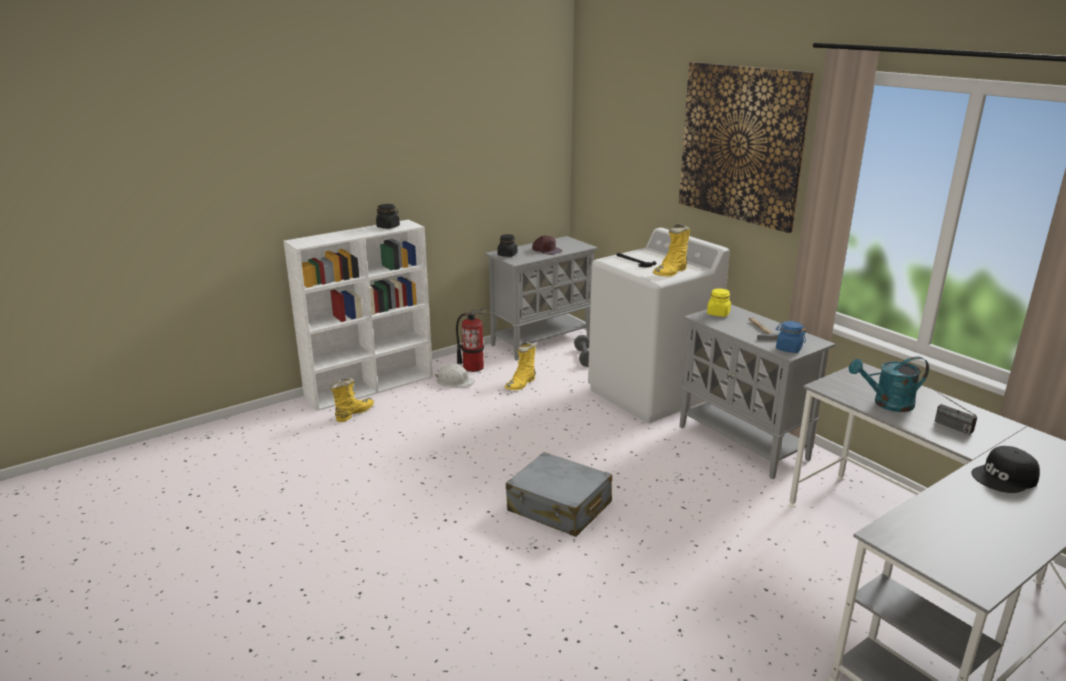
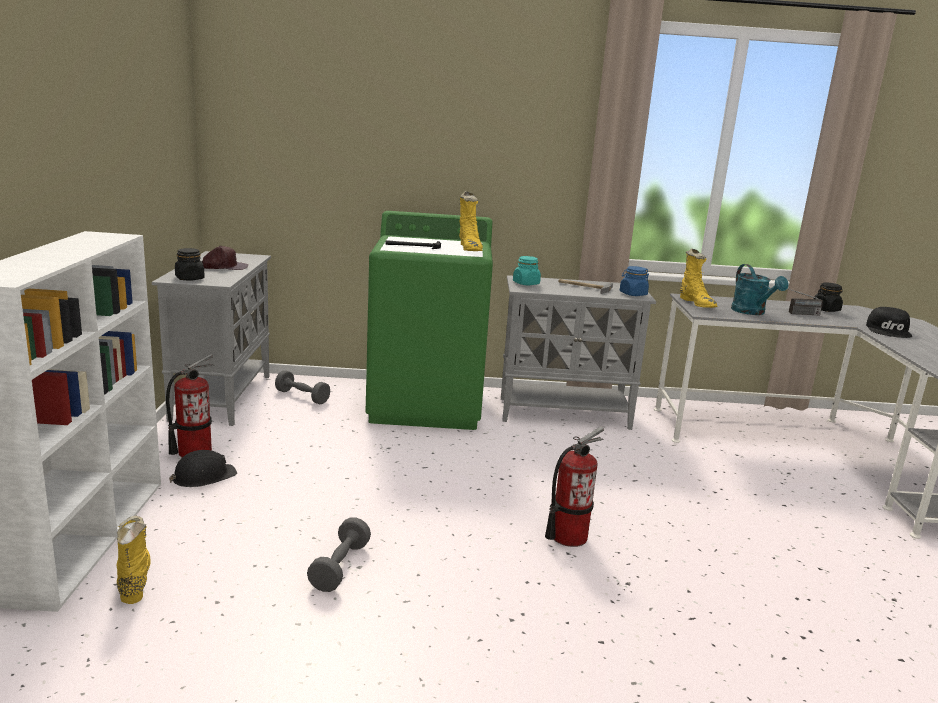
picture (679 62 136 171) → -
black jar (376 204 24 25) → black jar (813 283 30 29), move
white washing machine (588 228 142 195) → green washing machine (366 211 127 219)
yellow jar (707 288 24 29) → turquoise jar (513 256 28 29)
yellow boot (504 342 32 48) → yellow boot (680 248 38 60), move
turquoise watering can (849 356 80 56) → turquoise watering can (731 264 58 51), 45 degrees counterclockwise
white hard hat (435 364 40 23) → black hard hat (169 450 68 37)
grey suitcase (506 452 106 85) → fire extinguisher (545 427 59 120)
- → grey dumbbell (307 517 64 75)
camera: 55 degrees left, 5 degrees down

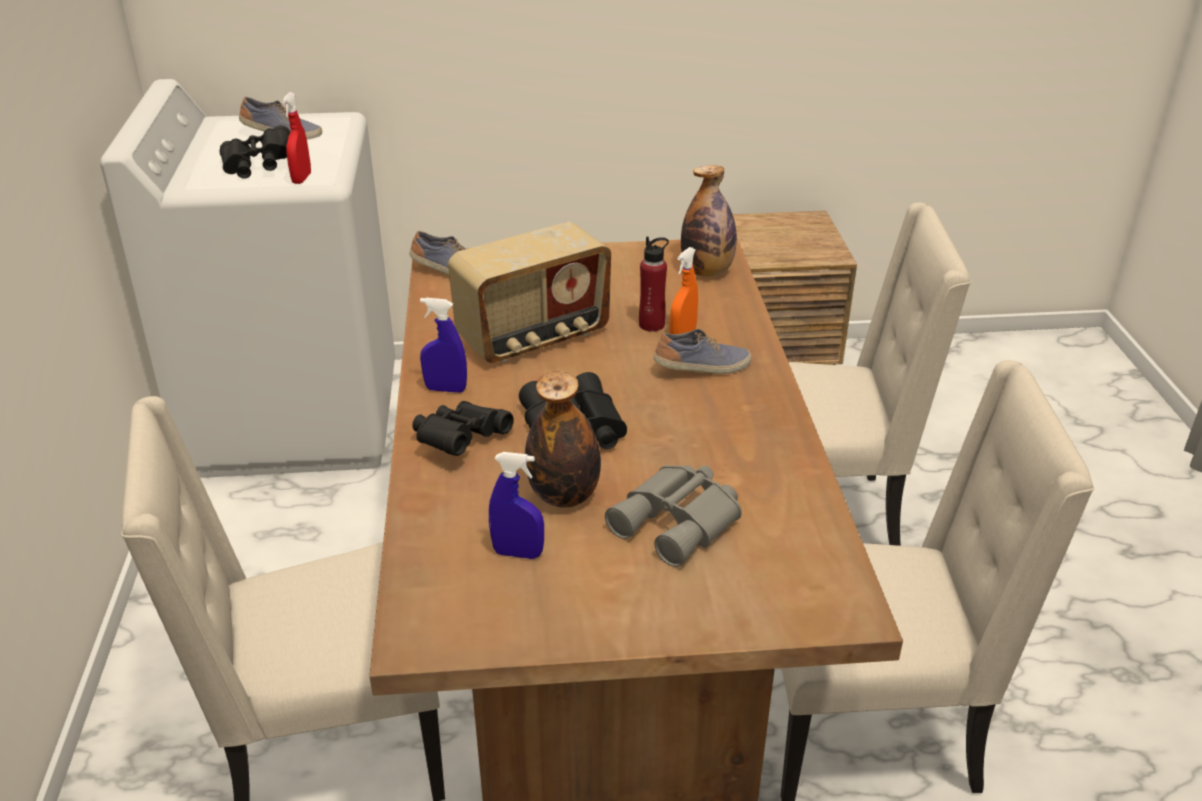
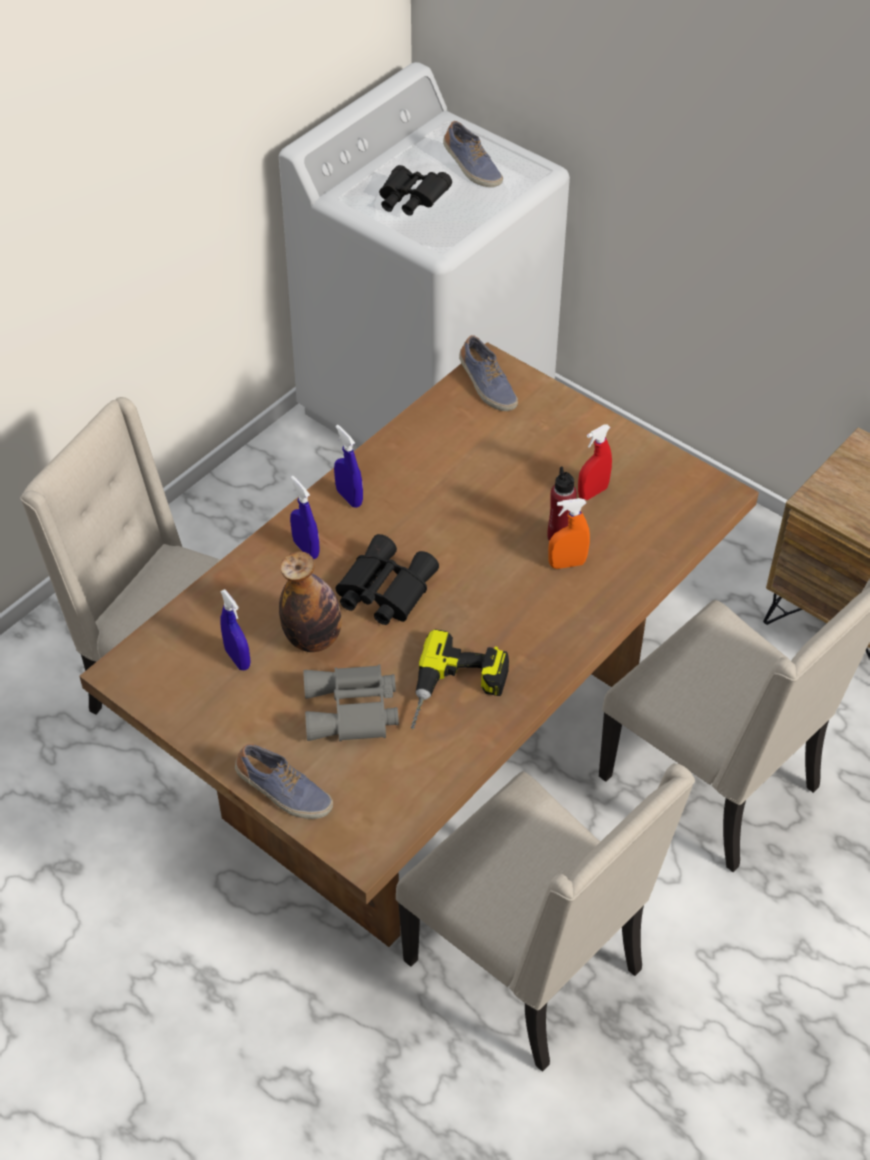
red spray bottle (282 92 29 92) → red spray bottle (578 424 34 76), move
bottle (681 165 56 112) → -
radio (448 222 163 141) → -
shoe (653 329 98 45) → shoe (235 744 98 75), move
black binoculars (412 401 102 55) → blue spray bottle (290 476 30 83)
- → power drill (410 629 99 100)
camera: 45 degrees right, 15 degrees up

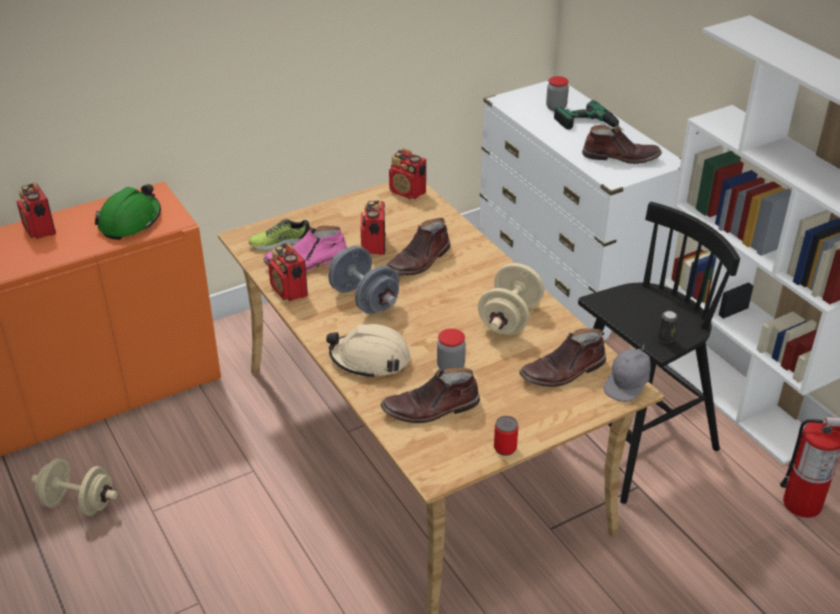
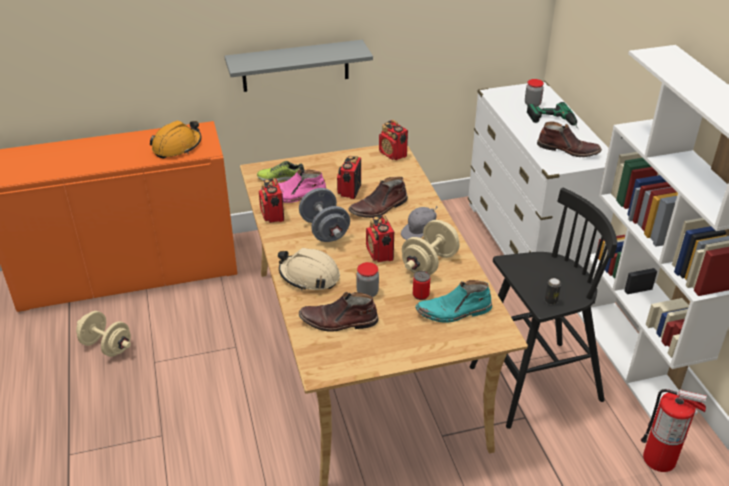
radio (17 183 39 56) → radio (366 215 28 47), move
green hard hat (95 184 66 56) → orange hard hat (150 121 51 38)
brown boot (519 328 87 59) → turquoise boot (415 280 77 43)
grey cap (604 344 47 58) → grey cap (401 205 36 35), move
can (494 416 24 40) → can (413 271 17 29), move
- → grey shelf (225 40 148 52)
camera: 15 degrees right, 0 degrees up

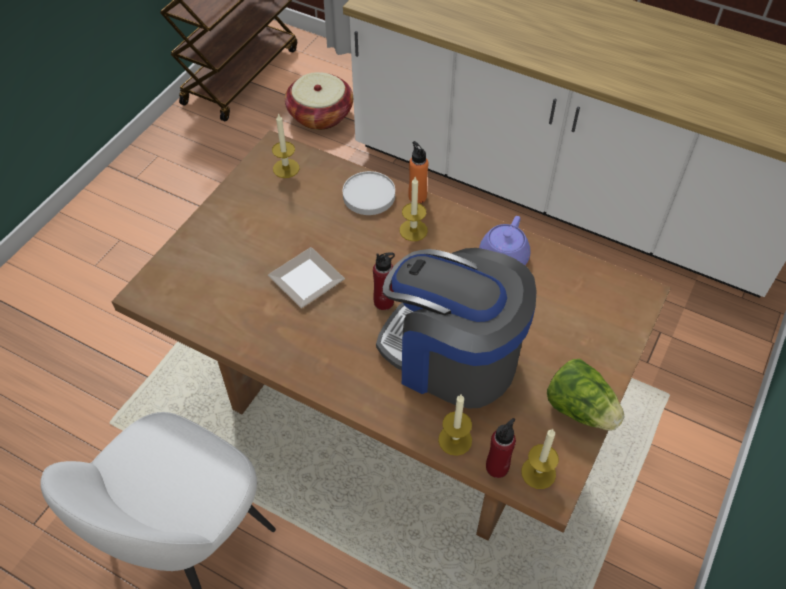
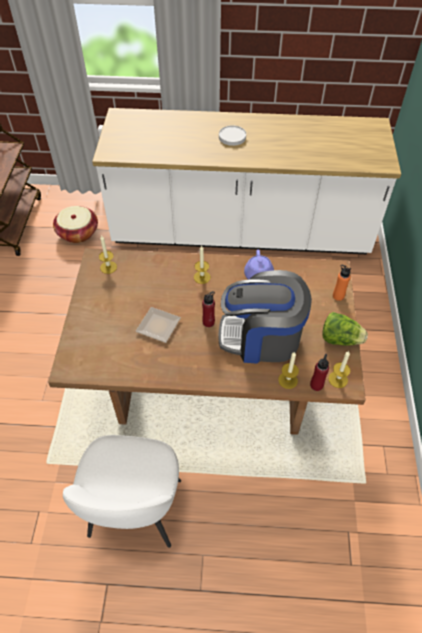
orange bottle (408 141 20 63) → orange bottle (333 265 18 36), move
white plate (343 171 52 44) → white plate (219 125 27 21), move
camera: 25 degrees left, 0 degrees up

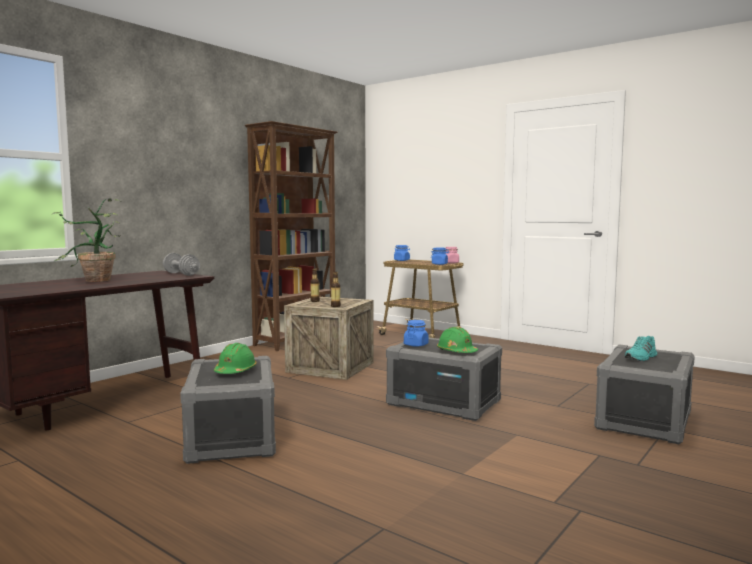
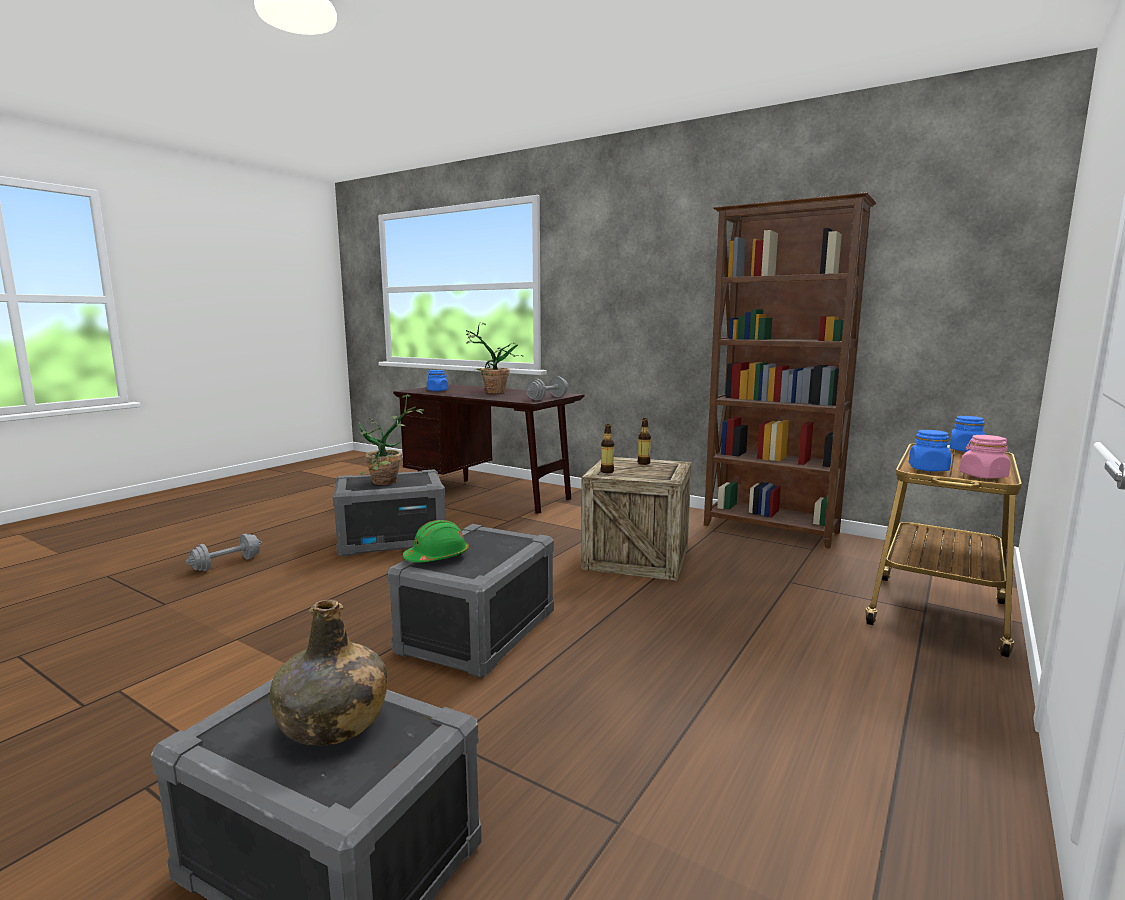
blue jar (404 320 25 27) → blue jar (427 370 21 21), move
turquoise shoe (625 336 32 25) → green bottle (270 599 117 147)
green hard hat (214 343 43 31) → potted plant (359 395 65 90)
- → grey dumbbell (186 534 76 37)
camera: 85 degrees right, 5 degrees up

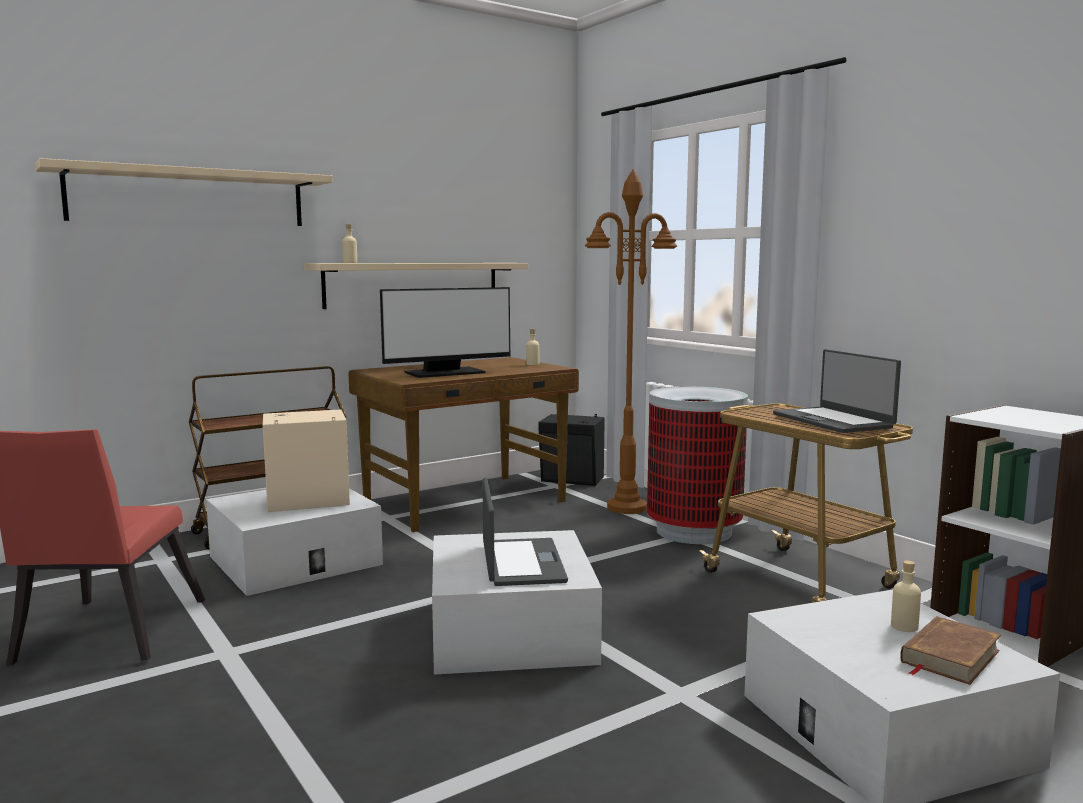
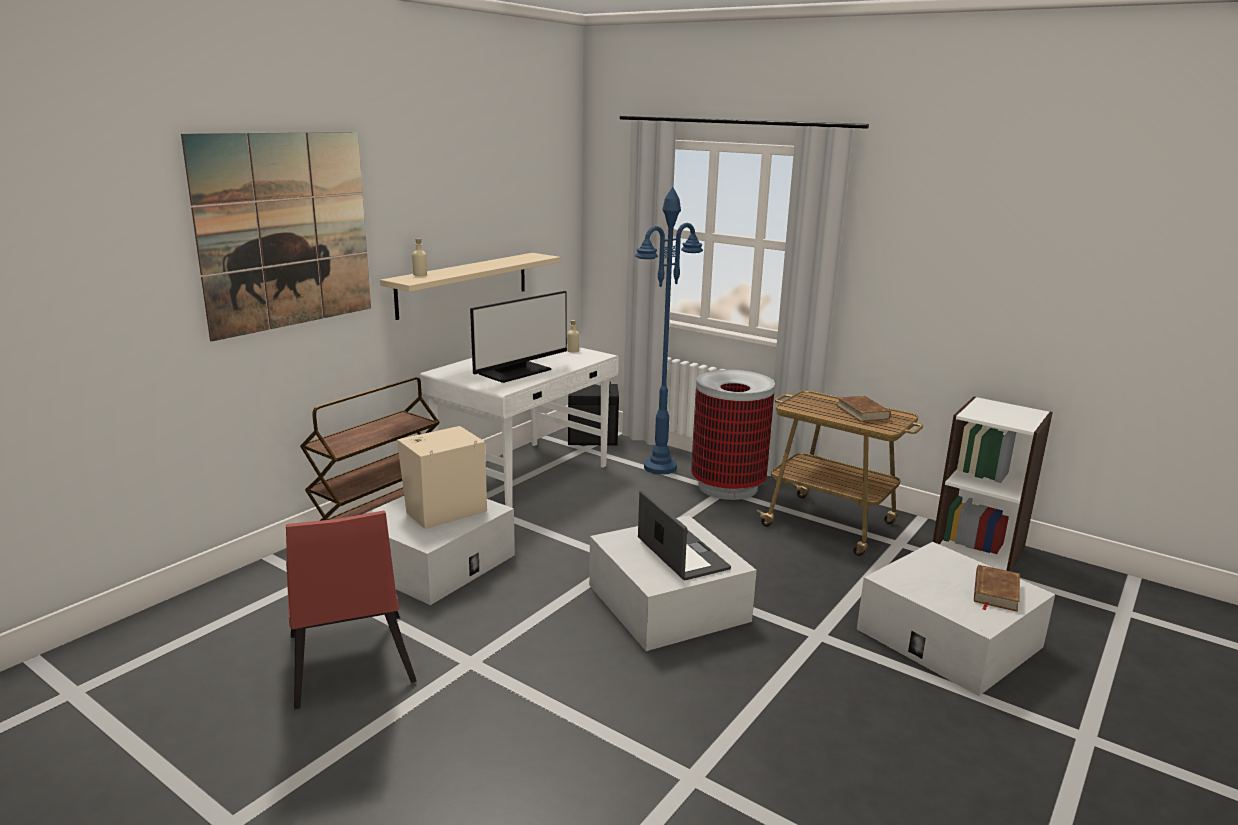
beige shelf (35 158 298 68) → picture (181 132 190 210)
brown floor lamp (585 169 92 345) → blue floor lamp (635 187 68 287)
laptop (773 349 128 84) → brown book (837 396 54 26)
brown desk (348 357 231 175) → white desk (420 347 199 161)
beige bottle (891 560 30 72) → -
camera: 20 degrees left, 10 degrees up

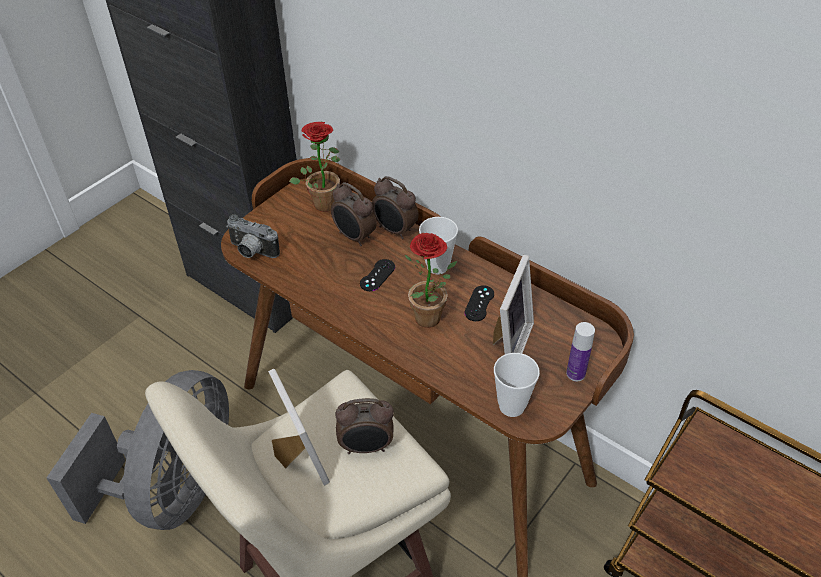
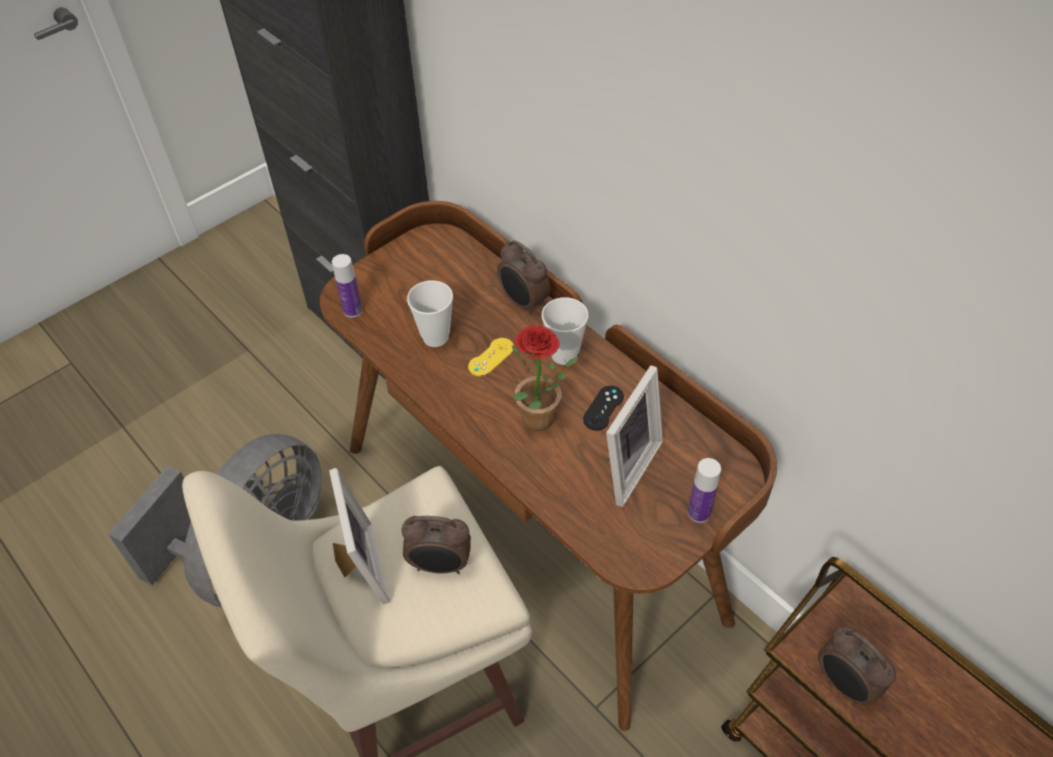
potted plant (289 122 51 90) → -
alarm clock (331 182 46 64) → alarm clock (818 626 78 80), move
photo camera (226 214 54 44) → bottle (332 254 31 64)
black game controller (360 259 35 32) → yellow game controller (468 338 46 39)
cup (494 353 46 64) → cup (407 280 46 67), move
camera: 10 degrees right, 5 degrees up

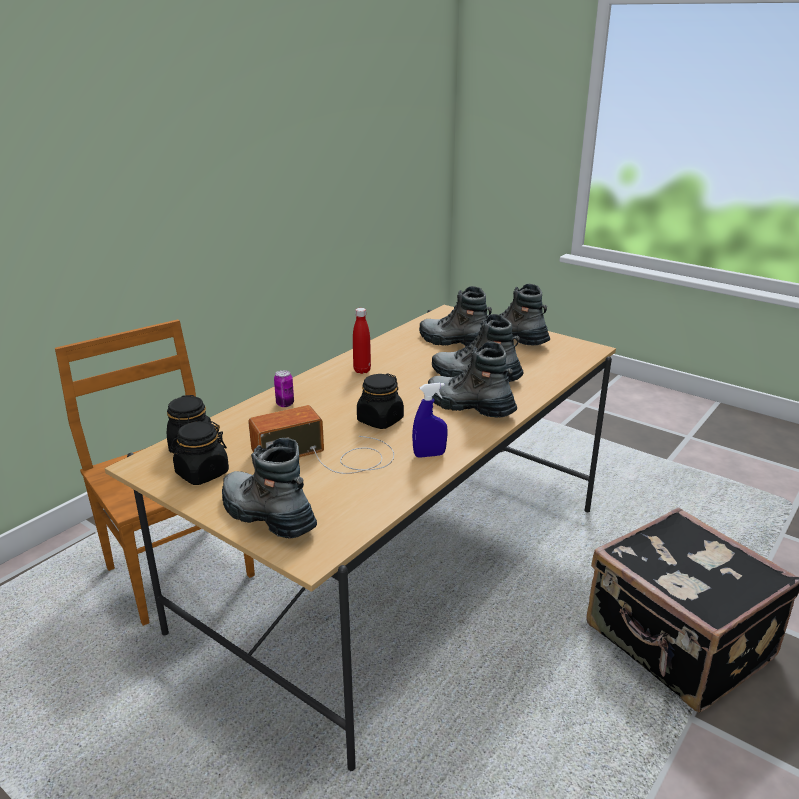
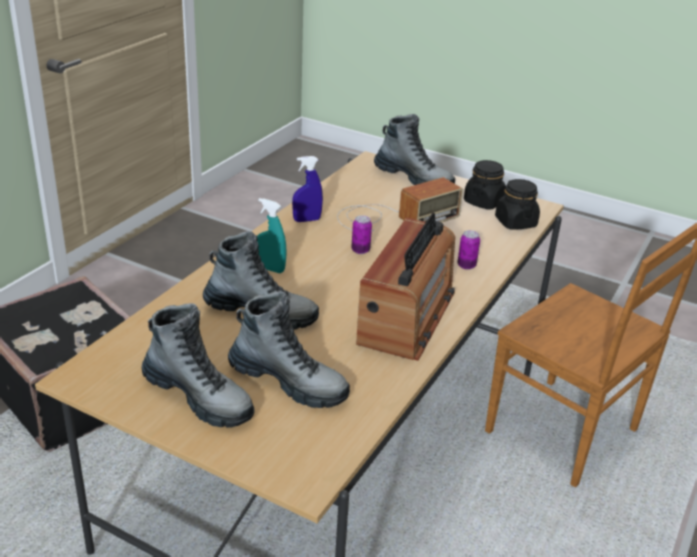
red bottle (353 308 18 66) → radio (356 213 99 148)
boot (428 342 89 76) → turquoise spray bottle (257 198 30 75)
black jar (357 373 47 56) → can (351 215 21 39)
camera: 170 degrees right, 5 degrees up

